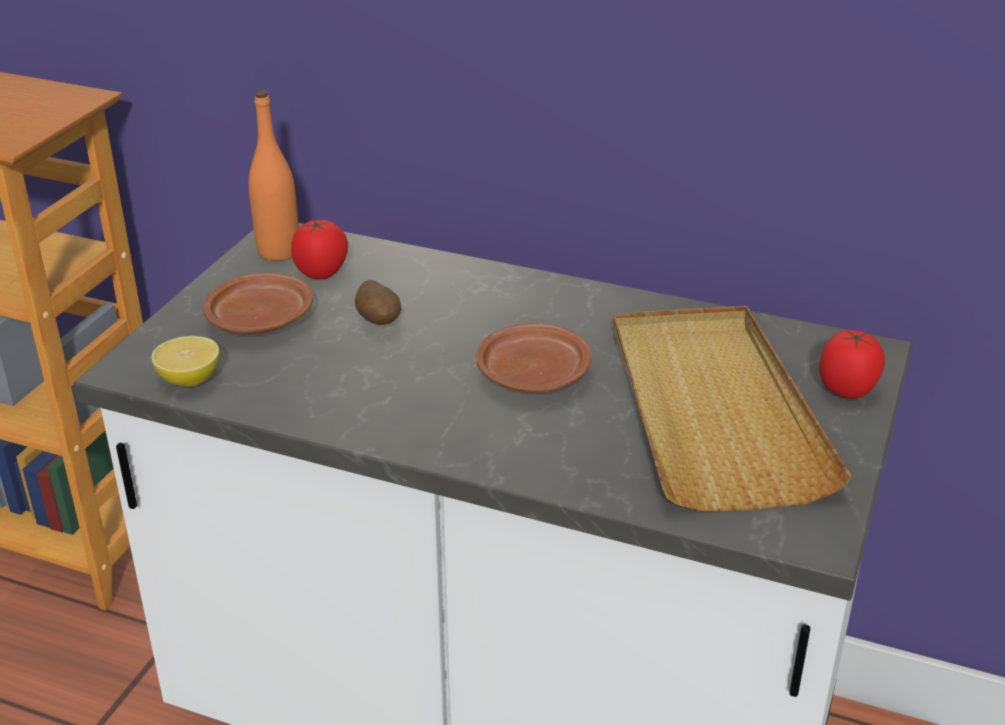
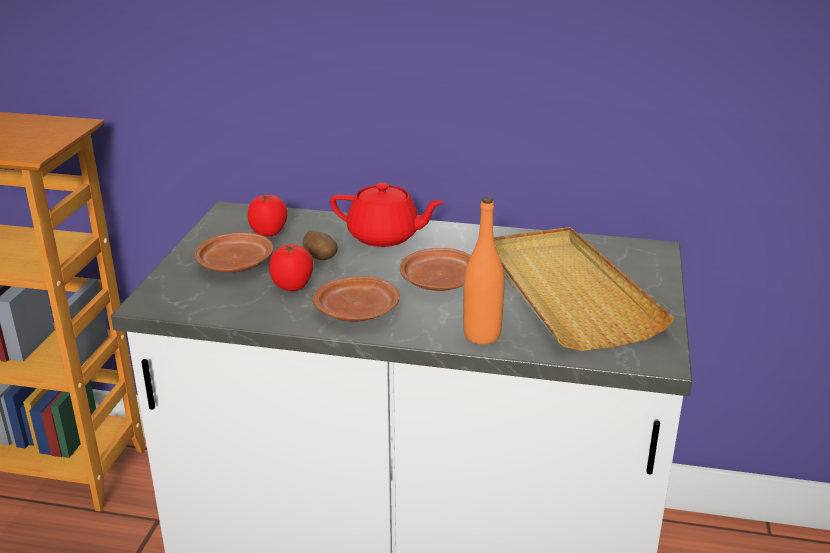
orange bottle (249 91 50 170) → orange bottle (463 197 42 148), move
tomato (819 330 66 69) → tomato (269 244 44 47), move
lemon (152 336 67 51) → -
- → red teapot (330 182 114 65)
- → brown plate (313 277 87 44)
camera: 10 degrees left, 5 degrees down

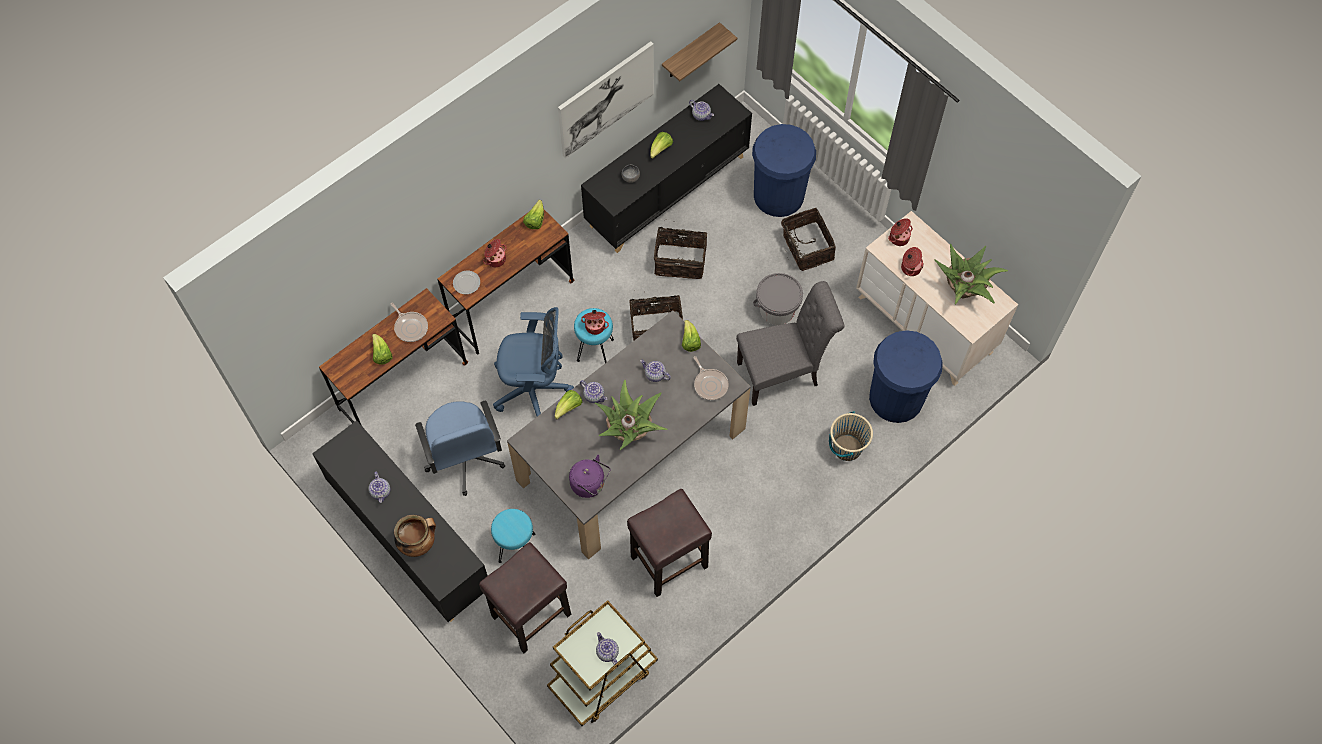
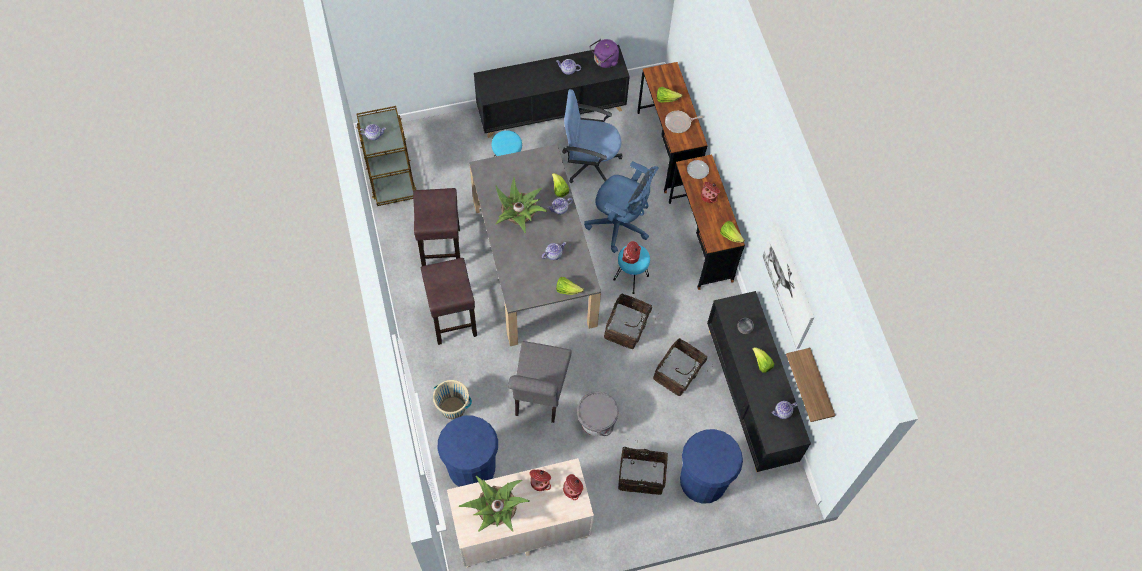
blue office chair (493 307 81 109) → blue office chair (584 161 75 92), 90 degrees counterclockwise
frying pan (693 356 36 44) → -
purple kettle (569 455 42 43) → purple kettle (590 39 29 29), move
cooking pot (394 515 42 42) → -
brown stool (479 542 92 111) → brown stool (421 258 56 87), move
camera: 115 degrees right, 0 degrees up

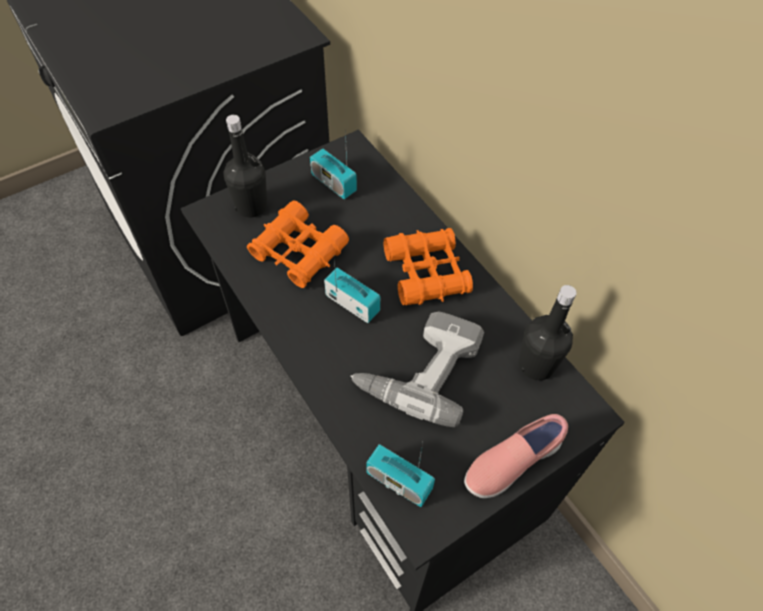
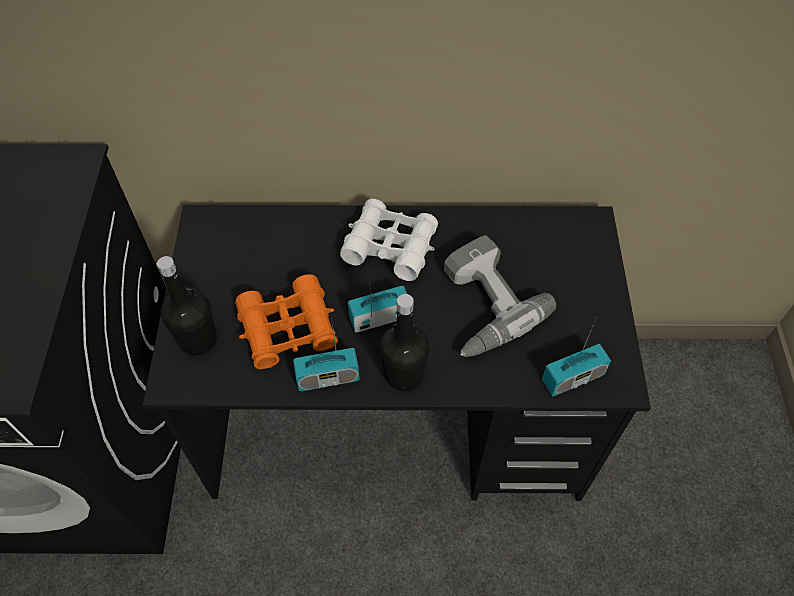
radio (310 129 47 70) → radio (293 318 67 73), move
orange binoculars (384 228 89 77) → white binoculars (340 199 98 82)
black bottle (519 285 58 95) → black bottle (379 294 51 97), move
pink shoe (464 414 104 84) → -
camera: 55 degrees left, 0 degrees up

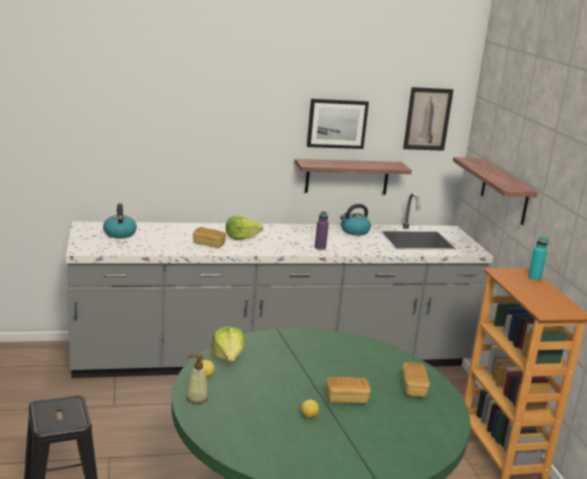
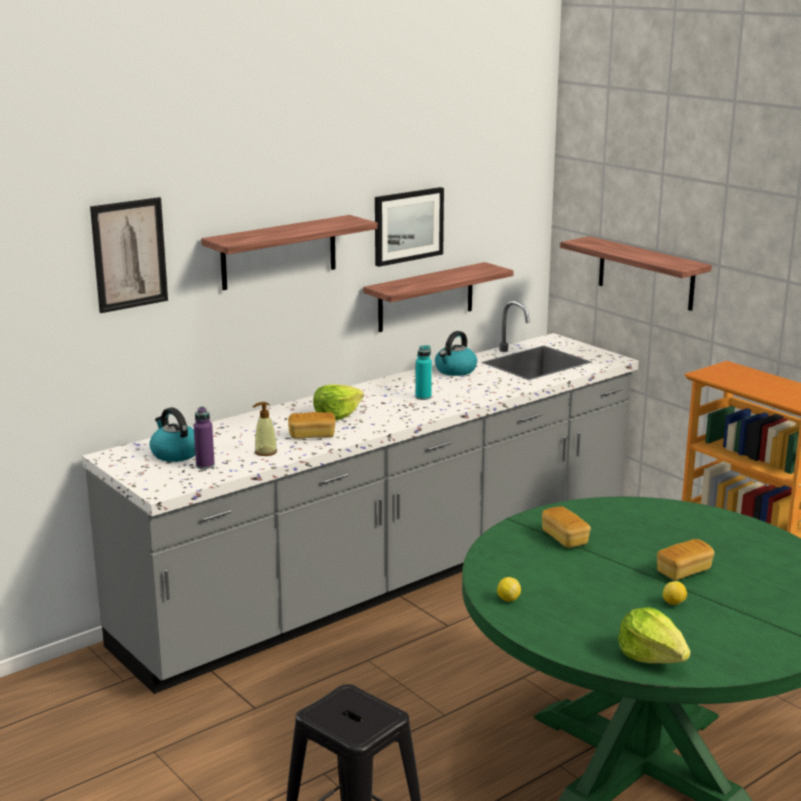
picture (403 87 50 64) → picture (90 197 78 116), move
purple bottle (315 211 14 39) → purple bottle (194 407 21 62), move
turquoise bottle (528 236 21 45) → turquoise bottle (415 345 17 55), move
lettuce (211 326 34 36) → lettuce (618 607 73 56), move
soap dispenser (187 354 21 50) → soap dispenser (252 402 25 54), move
bread (402 362 28 35) → bread (542 506 49 42), move
- → shelf (201 215 177 75)
camera: 25 degrees left, 0 degrees up

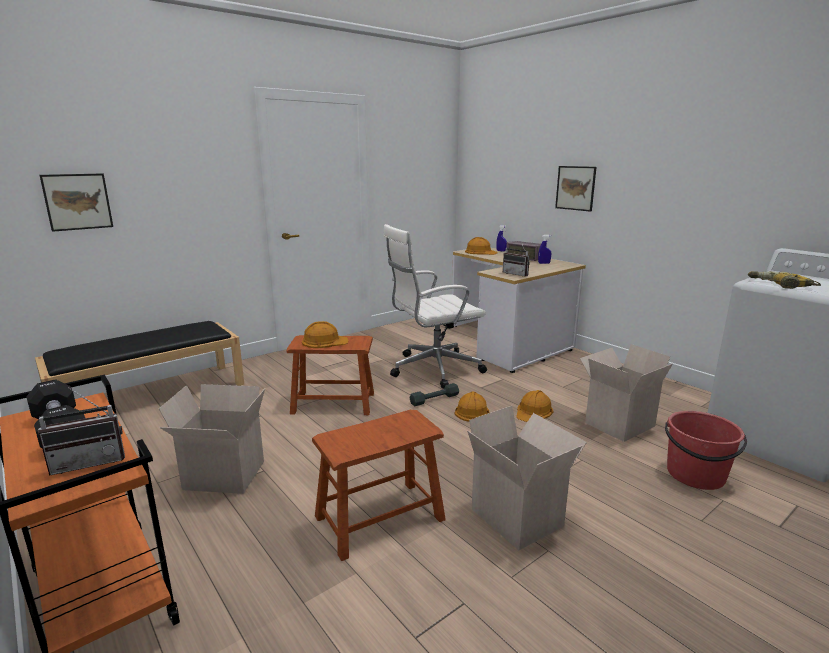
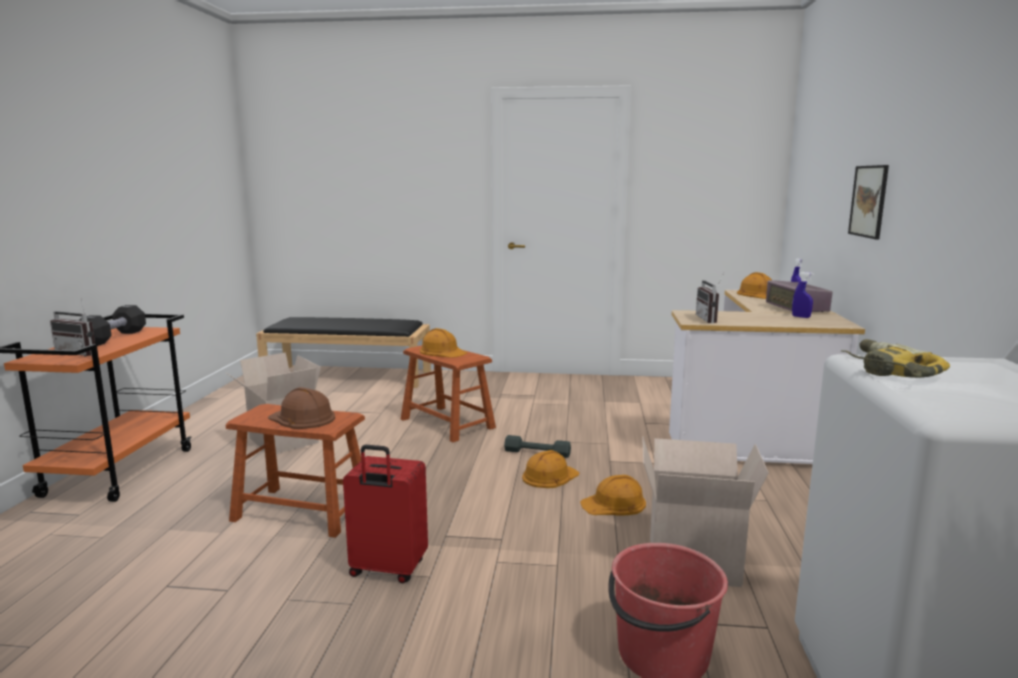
picture (39 173 74 59) → -
white office chair (383 224 104 165) → -
cardboard box (467 406 120 144) → red suitcase (343 445 85 138)
- → brown hard hat (268 387 67 42)
camera: 45 degrees right, 5 degrees down

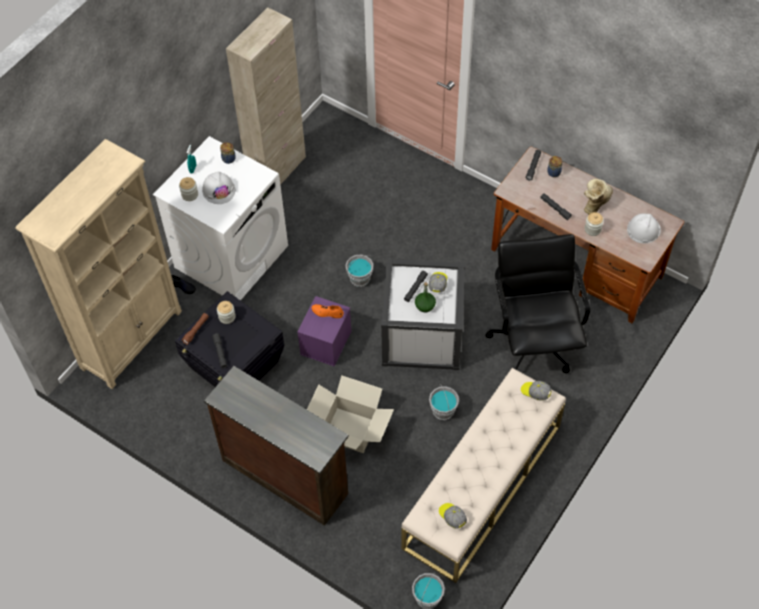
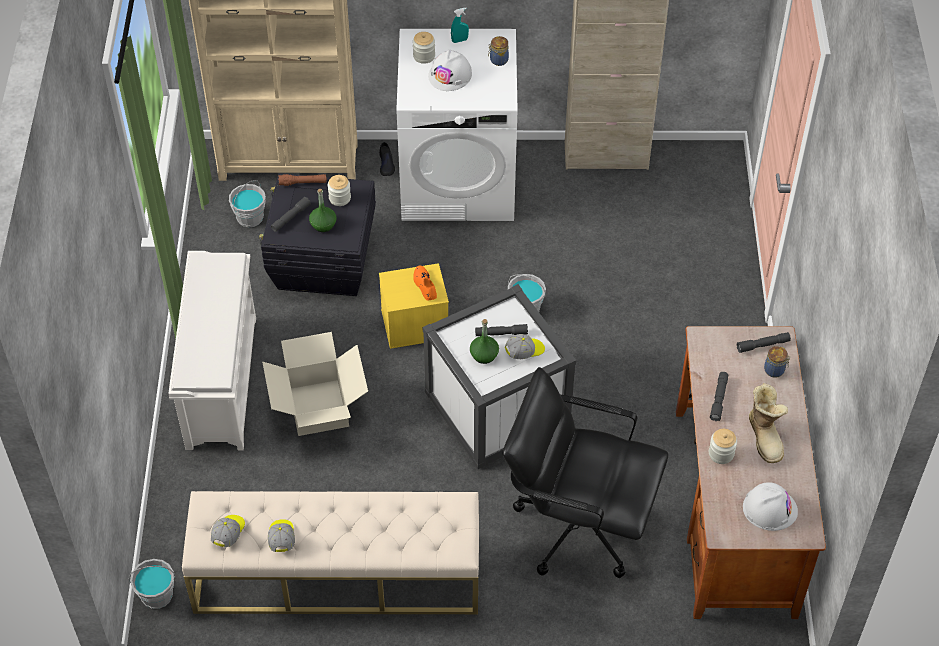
boot (584 179 29 35) → boot (749 383 39 80), 75 degrees clockwise
black office chair (485 234 105 139) → black office chair (503 367 165 211), 120 degrees counterclockwise
purple storage box (297 296 55 70) → yellow storage box (379 263 70 86)
brown dresser (204 366 145 160) → white shoe rack (168 251 88 199)
cap (521 381 31 19) → cap (268 519 27 33), move
grey bucket (429 384 30 36) → grey bucket (229 180 37 48), move
- → green bottle (309 189 28 43)
camera: 55 degrees right, 5 degrees down

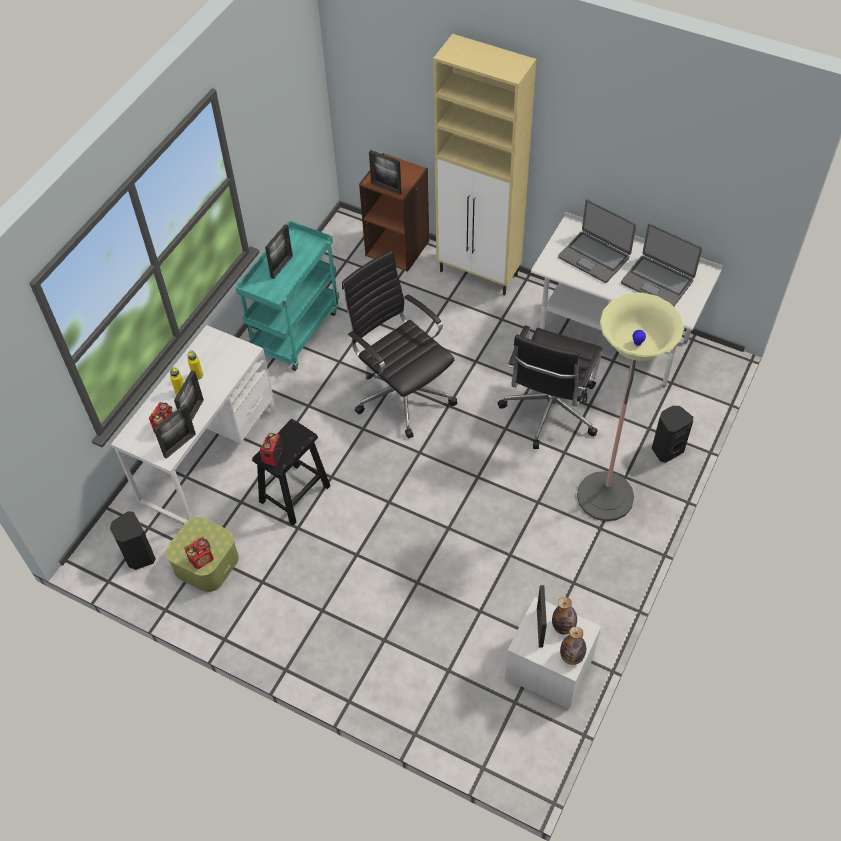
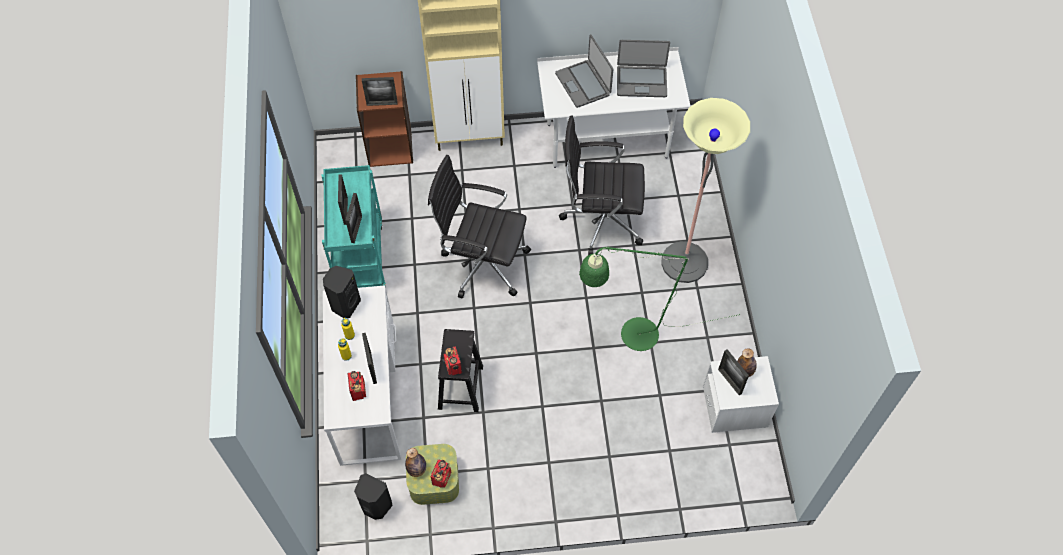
laptop (558 199 78 84) → laptop (555 34 58 74), 60 degrees clockwise
black office chair (498 325 105 124) → black office chair (559 115 86 140), 105 degrees clockwise
picture frame (153 404 43 55) → picture frame (345 193 17 50), move
black speaker (652 406 41 57) → black speaker (323 266 38 52), move
bottle (560 627 26 38) → bottle (405 448 21 29), move
- → green floor lamp (579 246 161 105)
camera: 35 degrees left, 5 degrees up

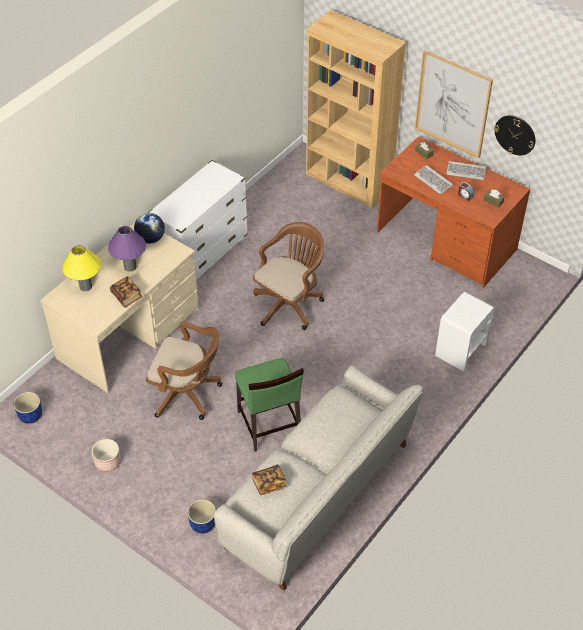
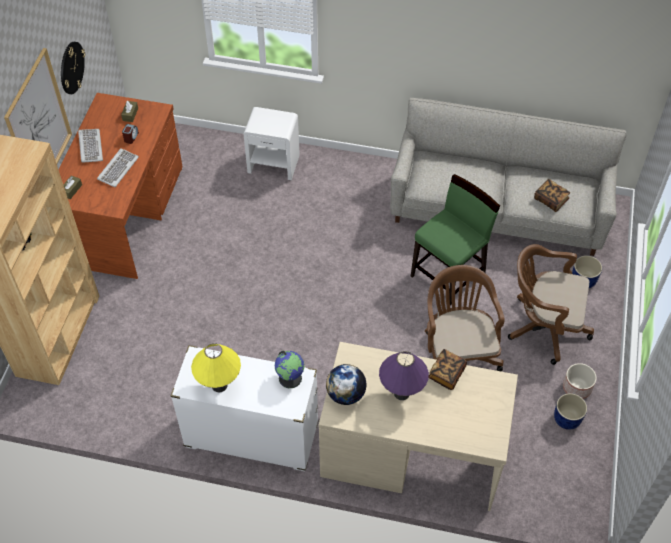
brown office chair (253 222 71 108) → brown office chair (508 244 86 121), move
yellow table lamp (62 245 39 46) → yellow table lamp (191 343 50 50), move
blue planter (14 392 28 32) → blue planter (554 393 33 37), move
- → globe (275 350 30 38)
camera: 115 degrees left, 5 degrees up

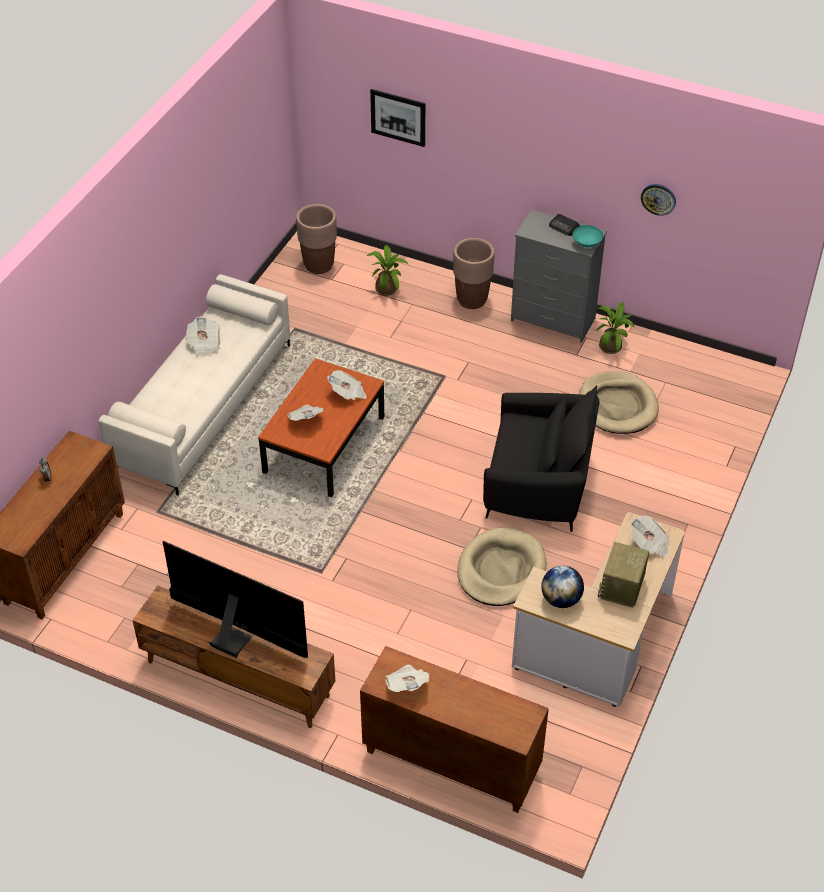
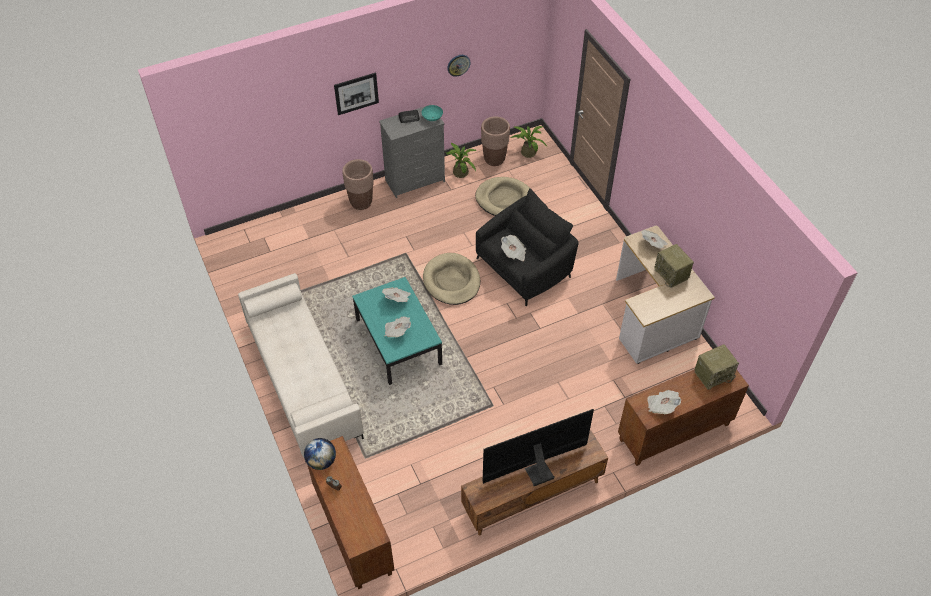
picture (370 89 55 58) → picture (334 73 45 42), move
brown planter (296 204 41 70) → brown planter (481 116 29 50), move
potted plant (367 244 41 52) → potted plant (511 126 36 32), move
newspaper (185 316 36 42) → newspaper (501 235 25 26), move
brown coffee table (258 358 126 139) → turquoise coffee table (352 277 90 108)
beige dog bed (457 527 89 79) → beige dog bed (423 253 57 52), move
globe (541 566 43 42) → globe (304 438 32 32), move
- → radio (694 344 45 46)
camera: 50 degrees left, 5 degrees up

